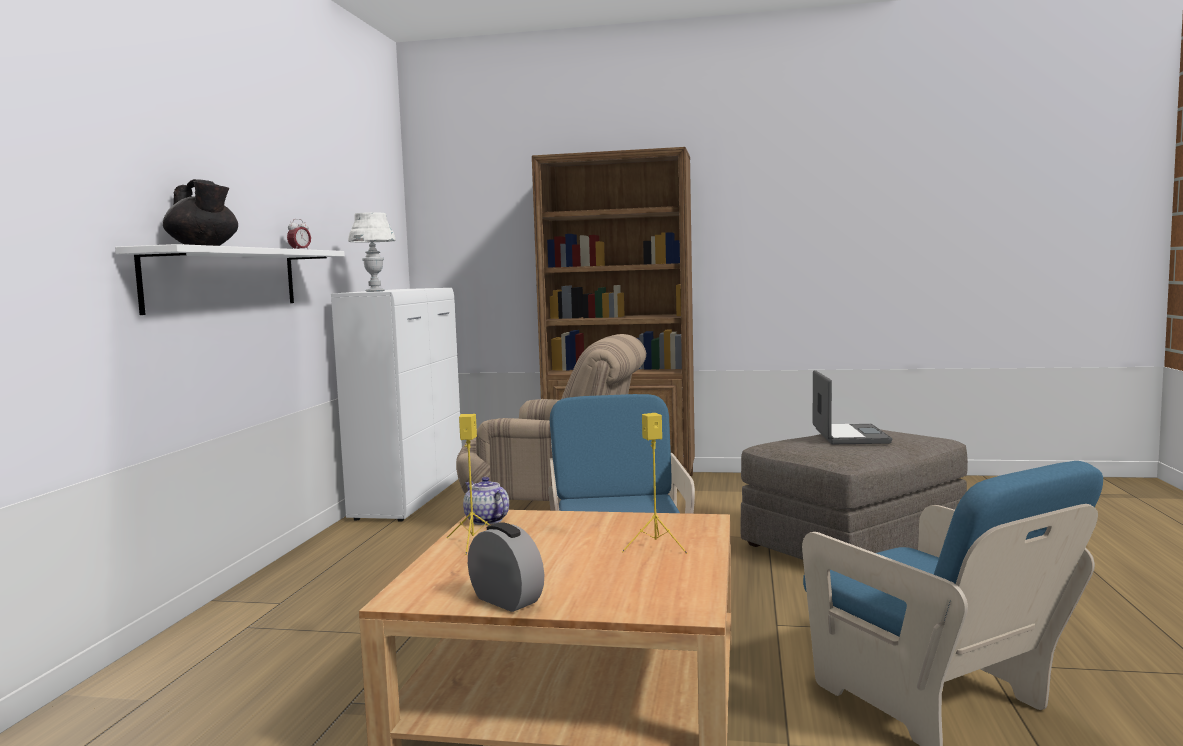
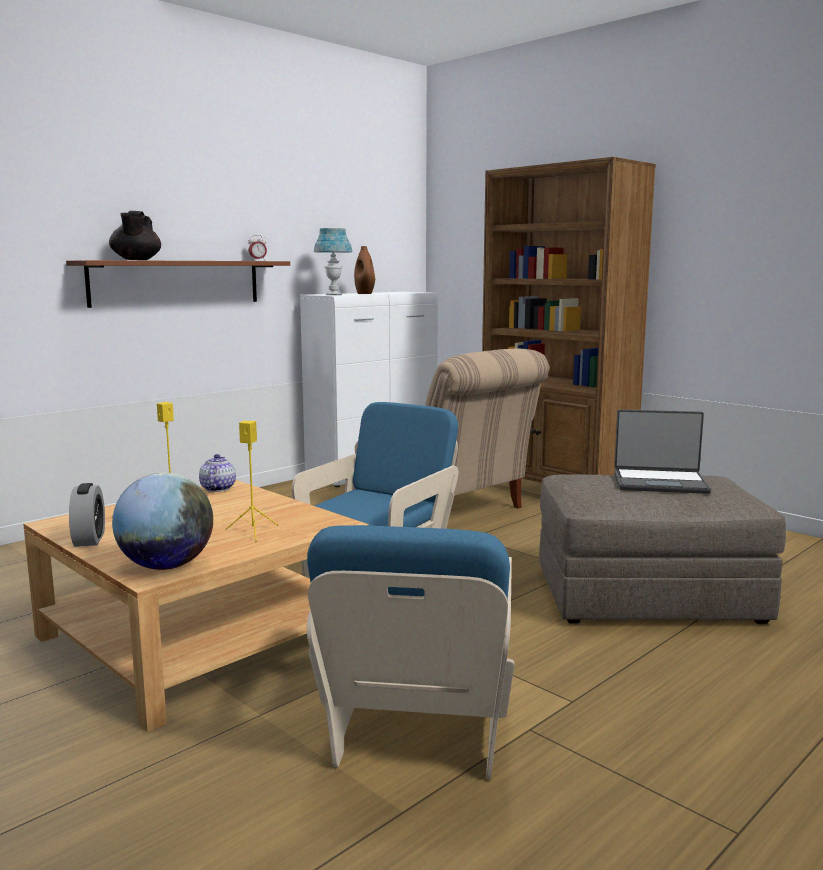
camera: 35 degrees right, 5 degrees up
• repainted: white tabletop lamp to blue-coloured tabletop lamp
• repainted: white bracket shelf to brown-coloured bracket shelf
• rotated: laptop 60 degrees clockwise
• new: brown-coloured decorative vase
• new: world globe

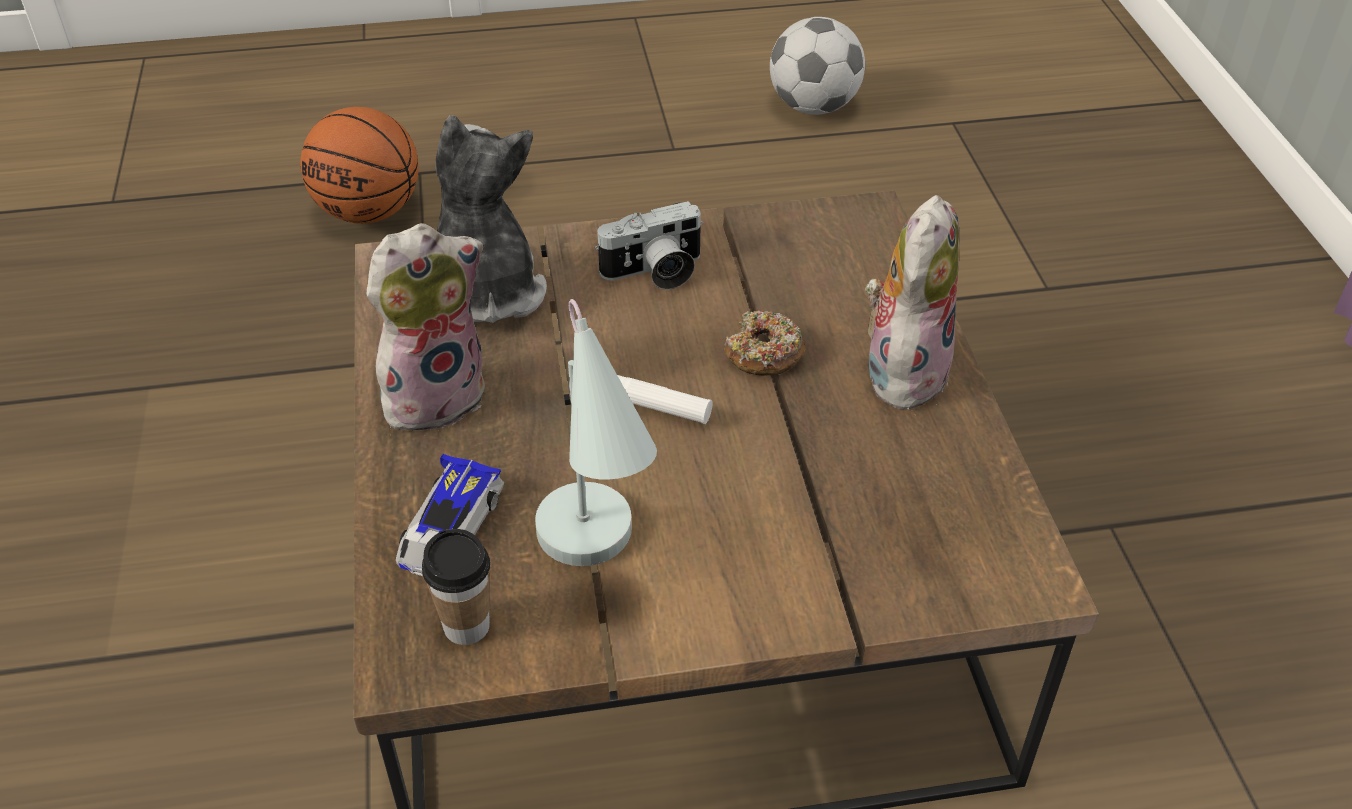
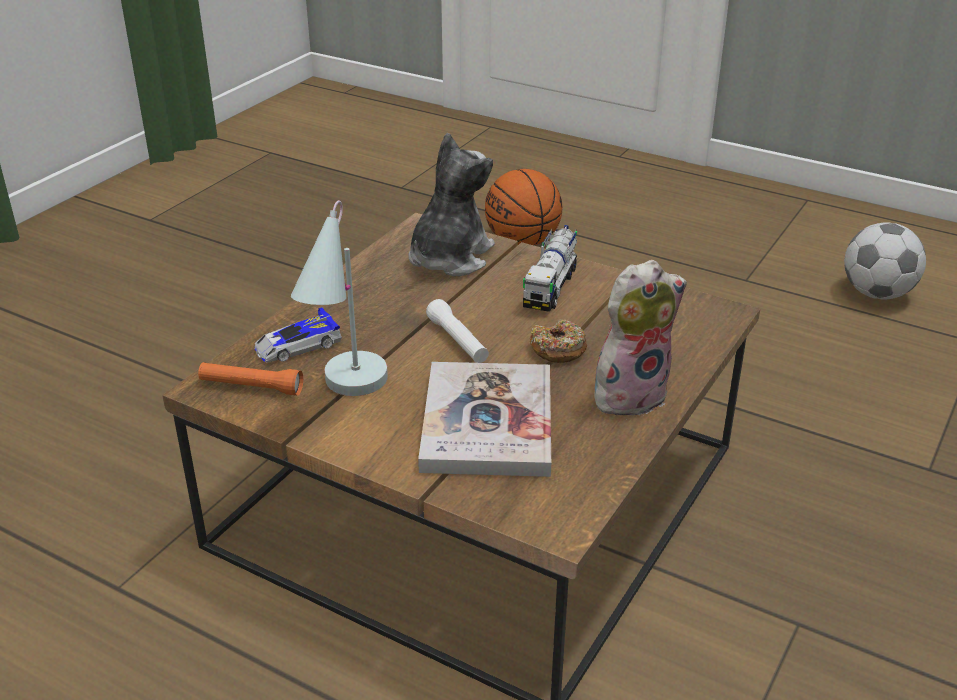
camera: 40 degrees right, 10 degrees down
• swapped: still camera to toy lorry
• gone: cuddly toy (no. 1 from left)
• swapped: drinking cup to orange hand torch
• new: volume

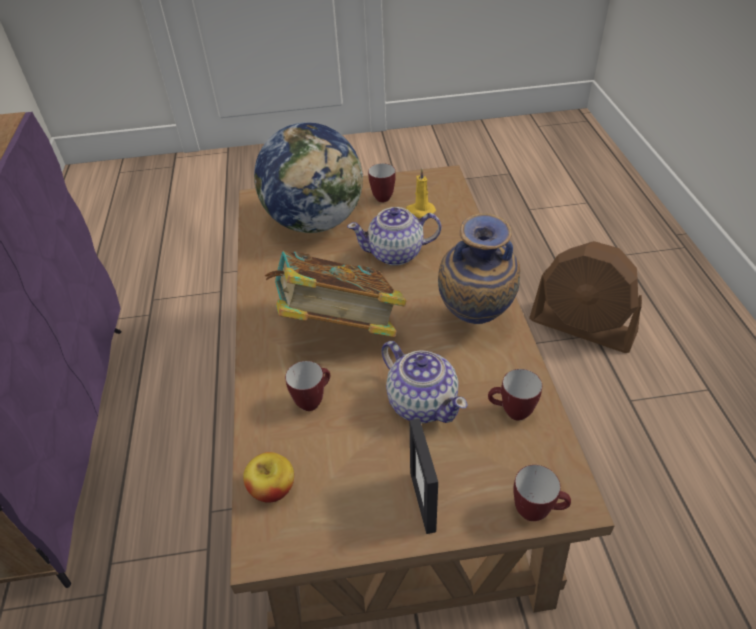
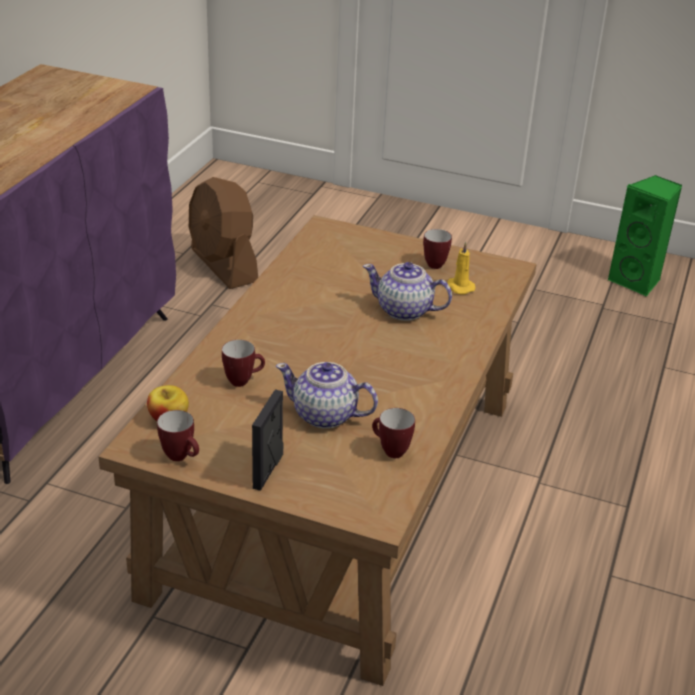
camera: 25 degrees right, 10 degrees down
• gone: world globe
• gone: decorative vase
• shifted: brown-coloured electric fan
• gone: volume
• rotated: teapot (no. 2 from left in the first image) 120 degrees clockwise
• shifted: mug (no. 4 from left in the first image) to mug (no. 1 from left)
• new: greenish audio speaker

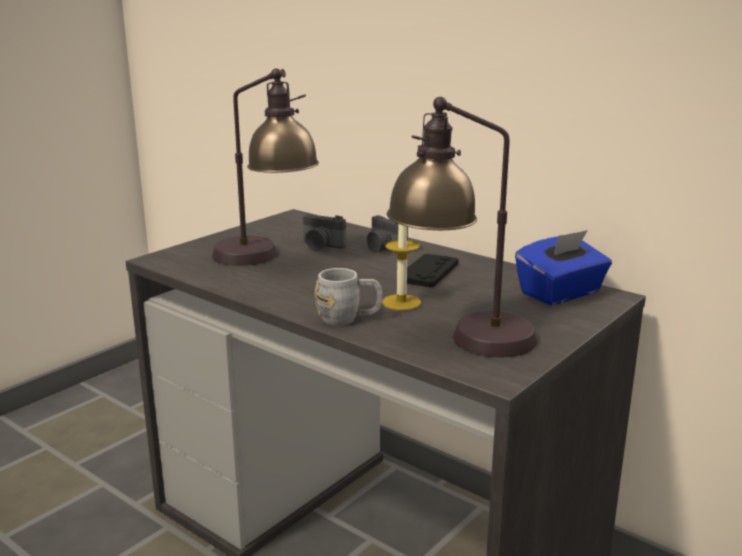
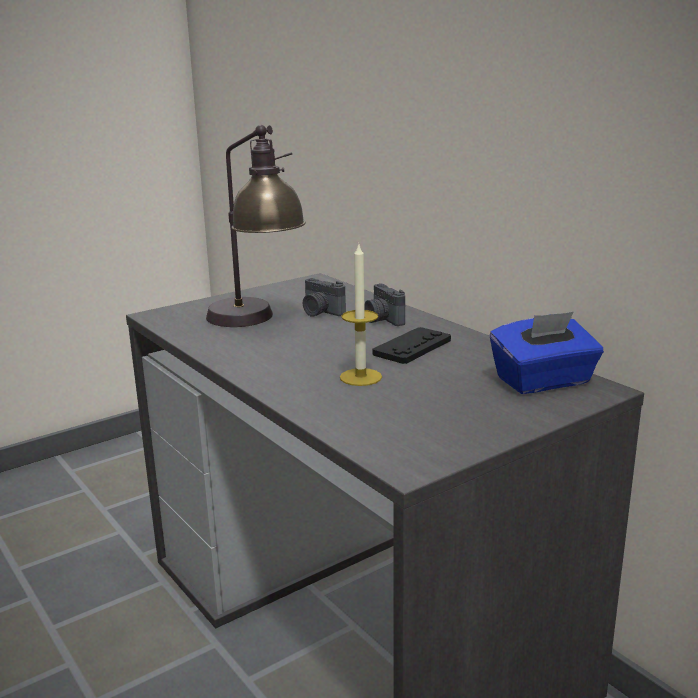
camera: 15 degrees right, 0 degrees up
• gone: tabletop lamp (no. 2 from left)
• gone: grey mug

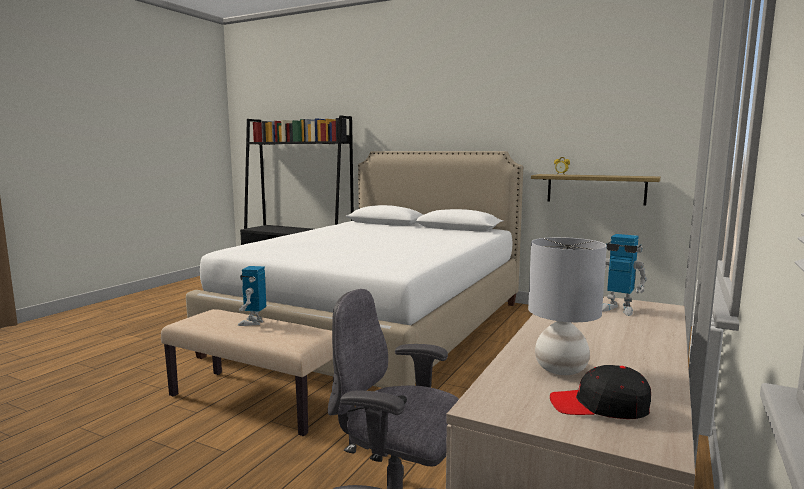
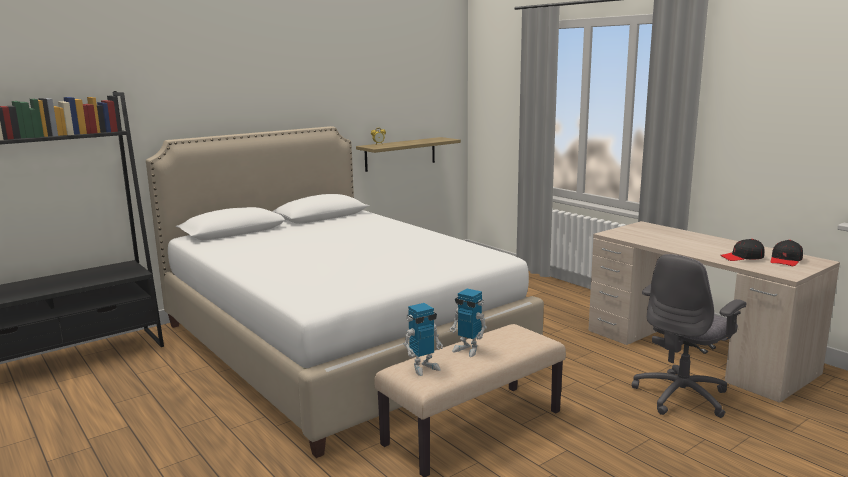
camera: 65 degrees left, 5 degrees up
• shifted: model robot (no. 2 from left in the first image) to model robot (no. 1 from left)
• swapped: grey tabletop lamp to black peaked cap (no. 1 from left)

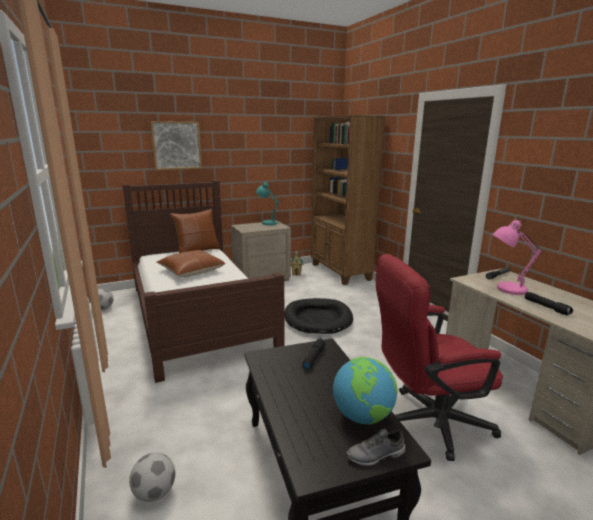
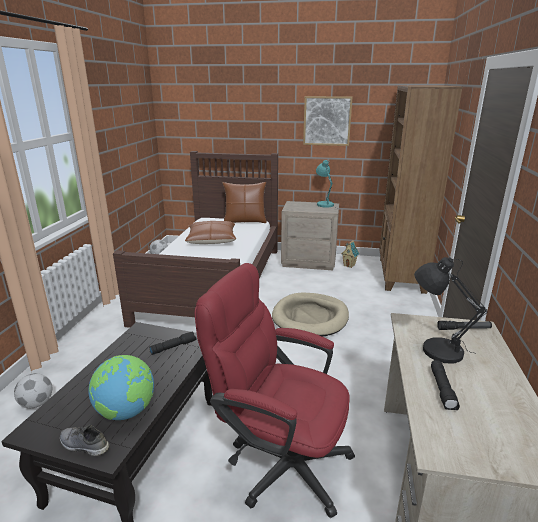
camera: 35 degrees right, 5 degrees up
• shifted: picture
• repainted: pink tabletop lamp to black tabletop lamp
• repainted: black dog bed to beige dog bed

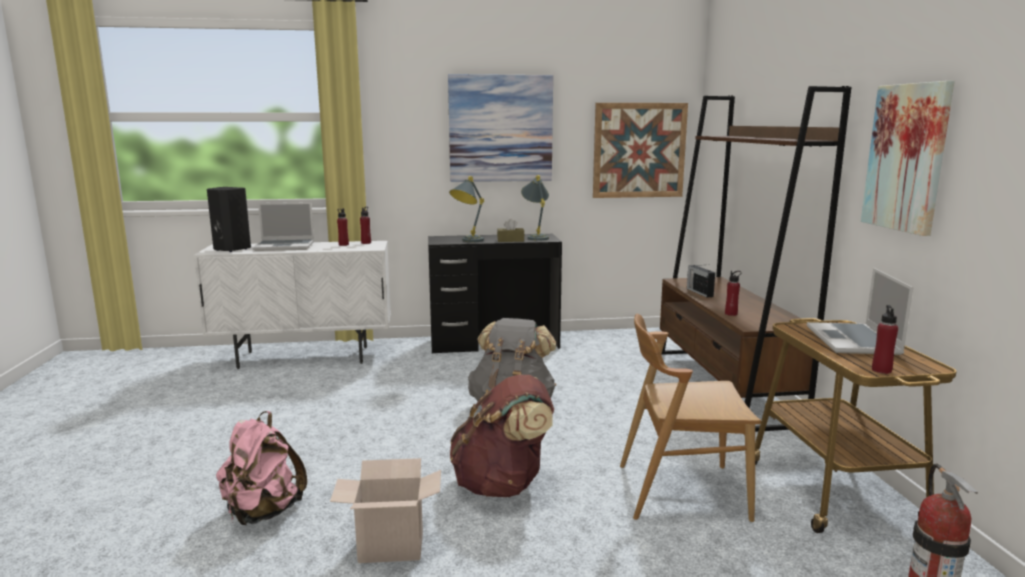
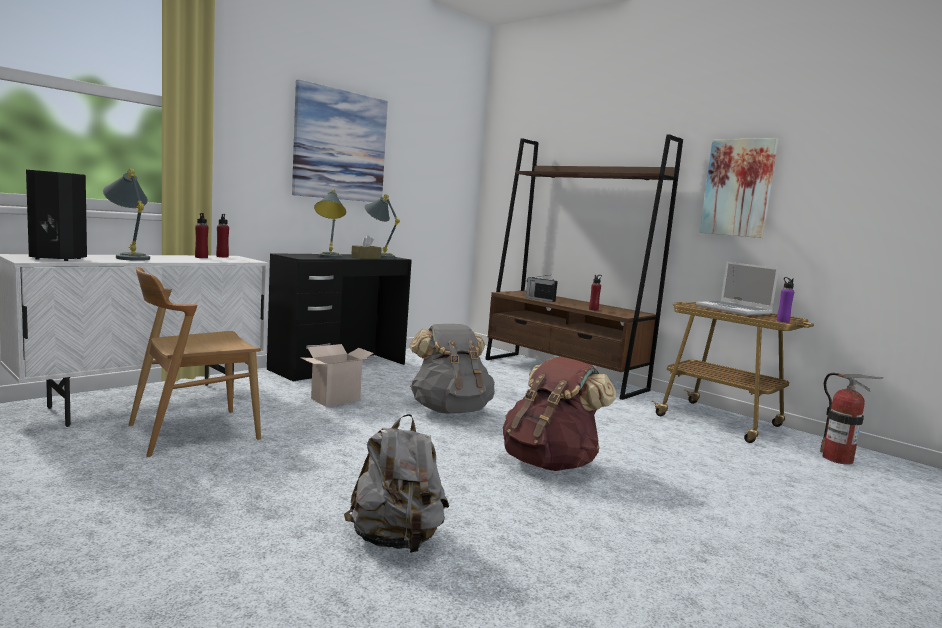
camera: 40 degrees left, 5 degrees down
• gone: picture (no. 2 from left)
• swapped: laptop (no. 1 from left) to grey tabletop lamp (no. 1 from left)
• repainted: red-coloured bottle (no. 4 from left) to purple bottle
• shifted: brown-coloured upright chair
• repainted: pink backpack to grey backpack (no. 1 from left)
• shifted: carton

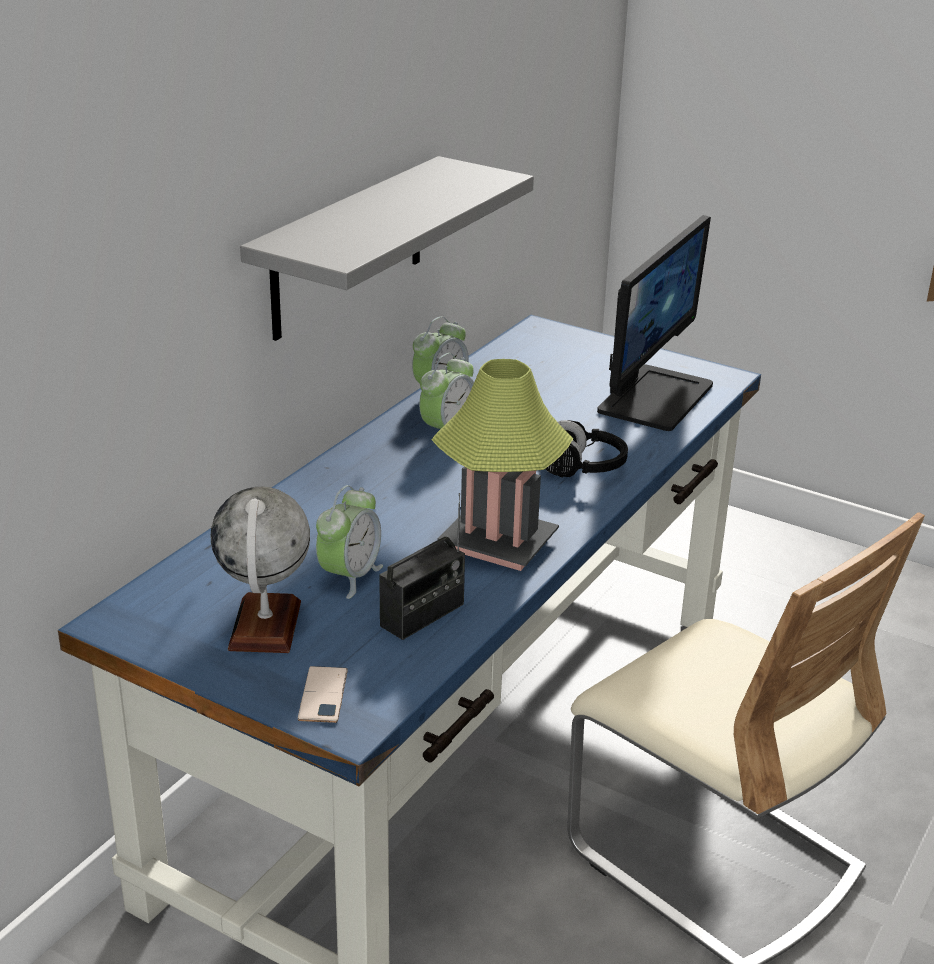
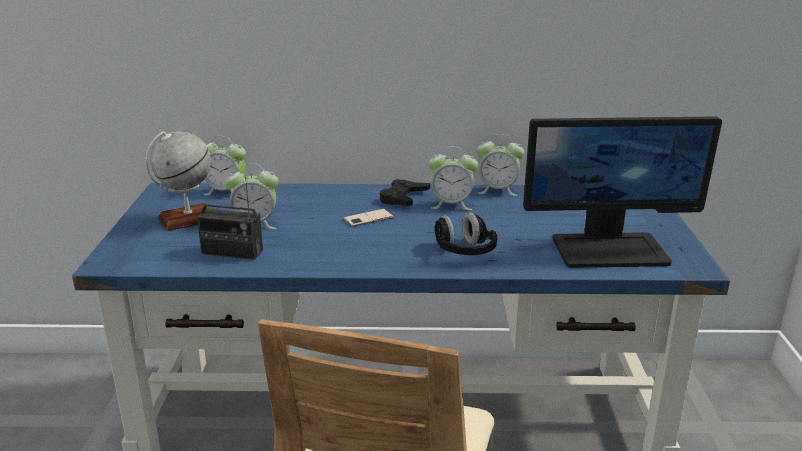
camera: 60 degrees right, 5 degrees down
• gone: grey bracket shelf
• gone: tabletop lamp
• shifted: phone
• new: bedside clock (no. 1 from left)
• new: black gamepad

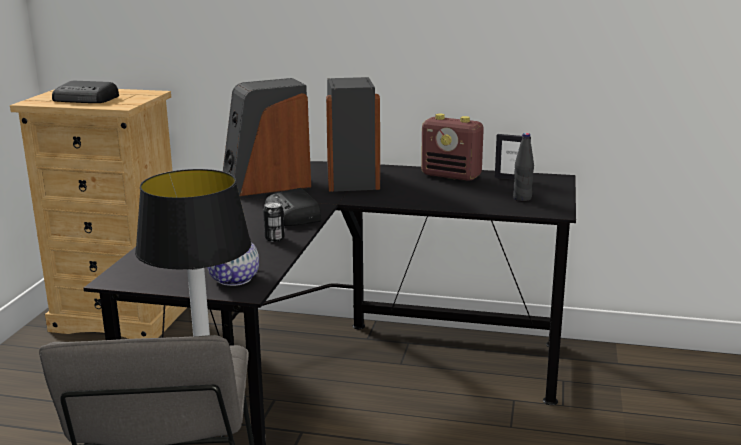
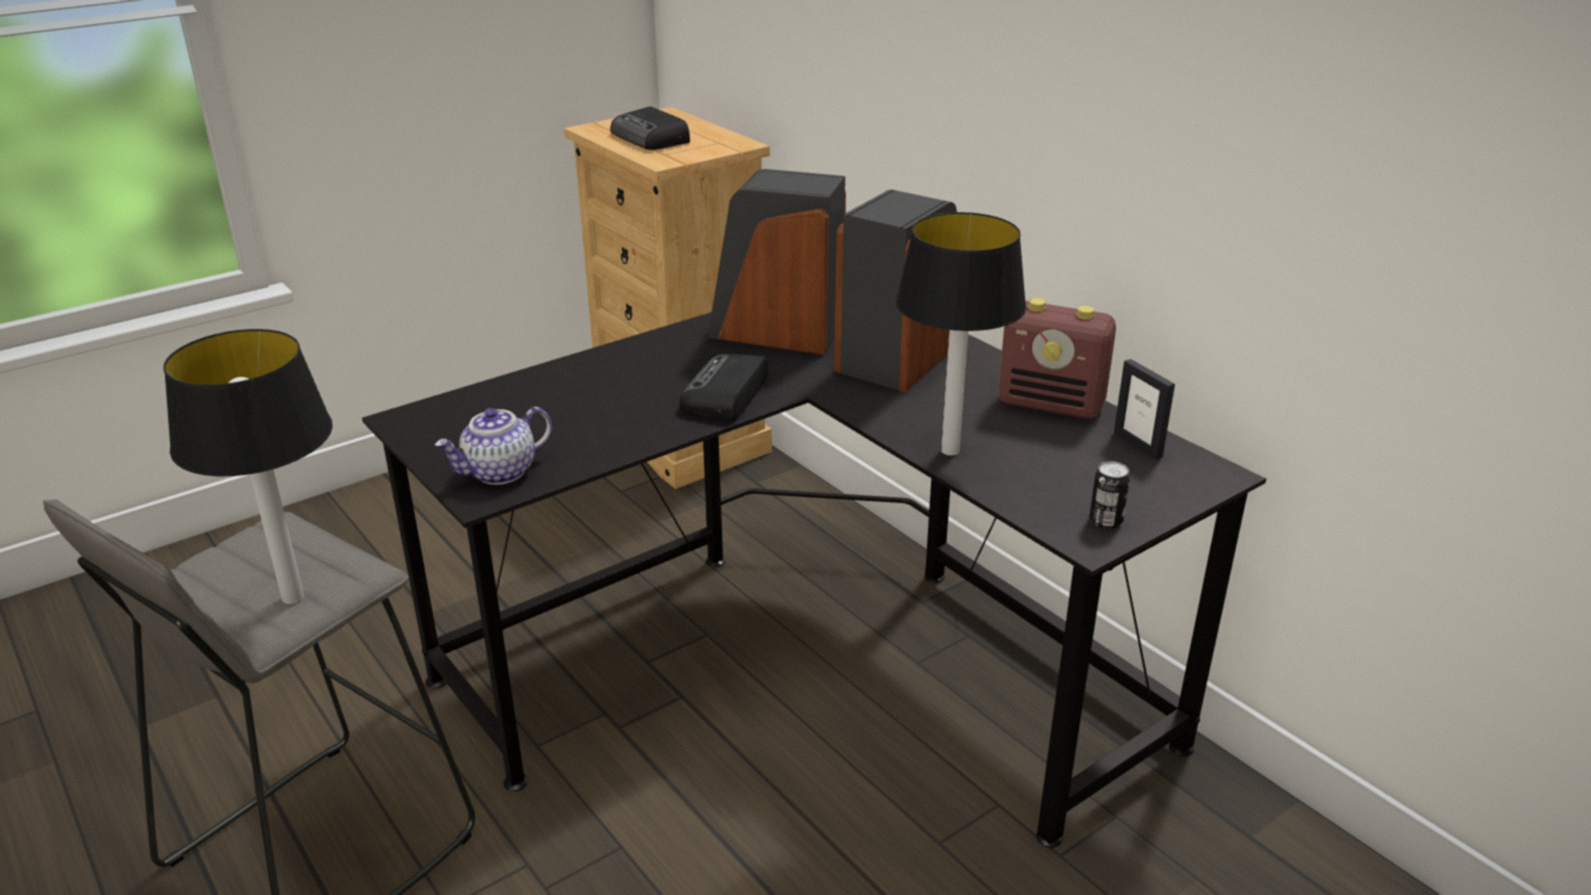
camera: 40 degrees right, 10 degrees up
• rotated: radio receiver (no. 3 from left) 45 degrees counterclockwise
• gone: black bottle
• shifted: can
• new: tabletop lamp (no. 2 from left)

